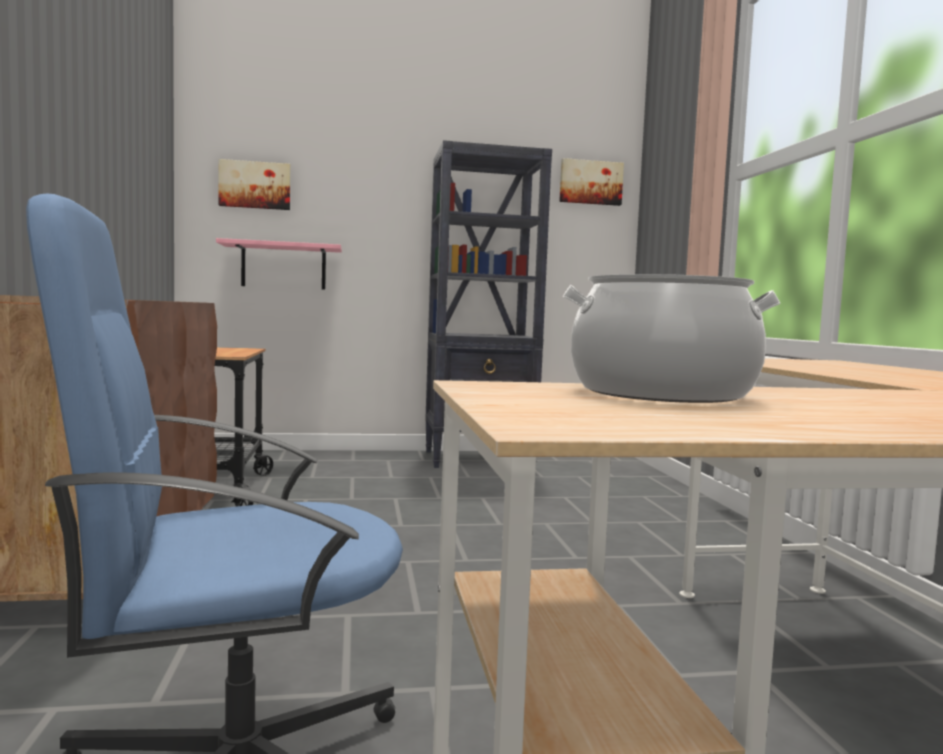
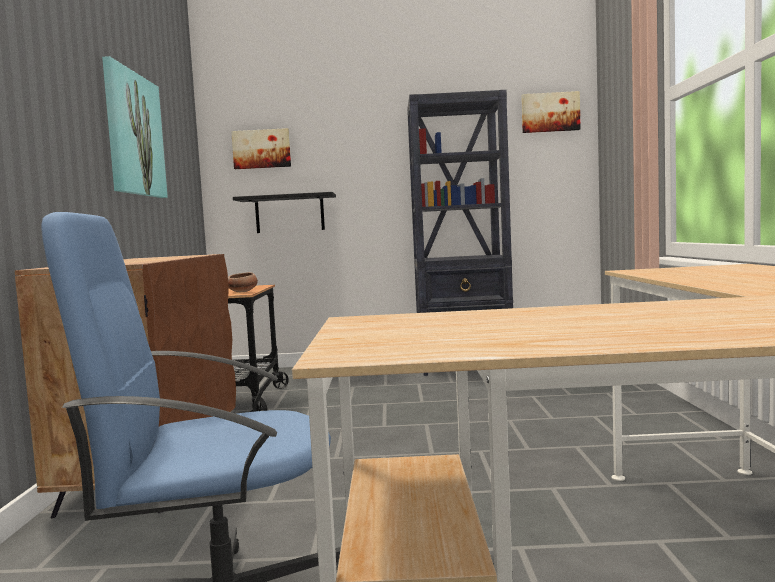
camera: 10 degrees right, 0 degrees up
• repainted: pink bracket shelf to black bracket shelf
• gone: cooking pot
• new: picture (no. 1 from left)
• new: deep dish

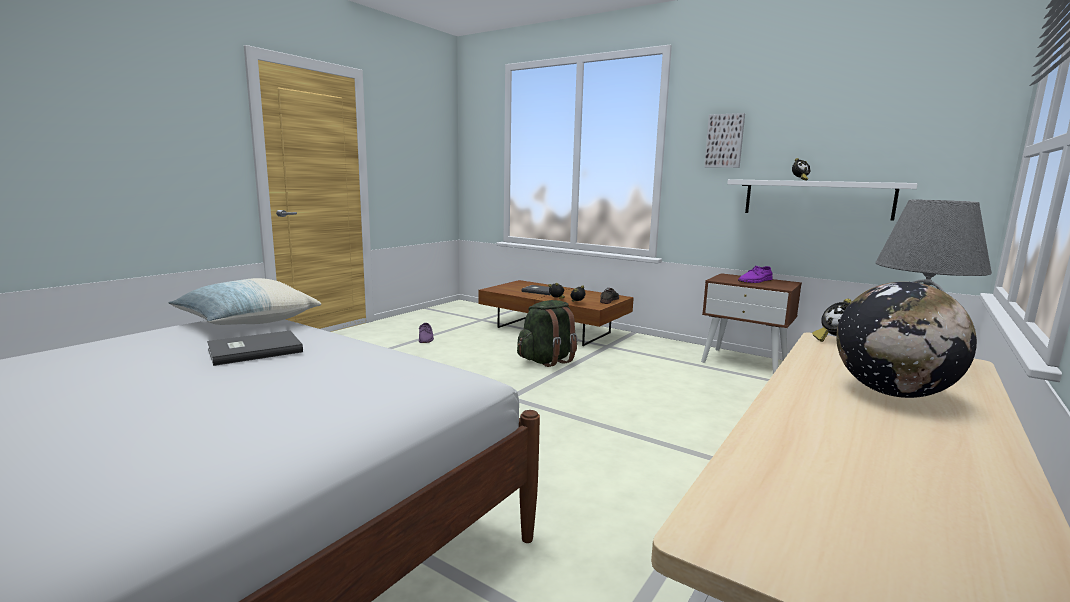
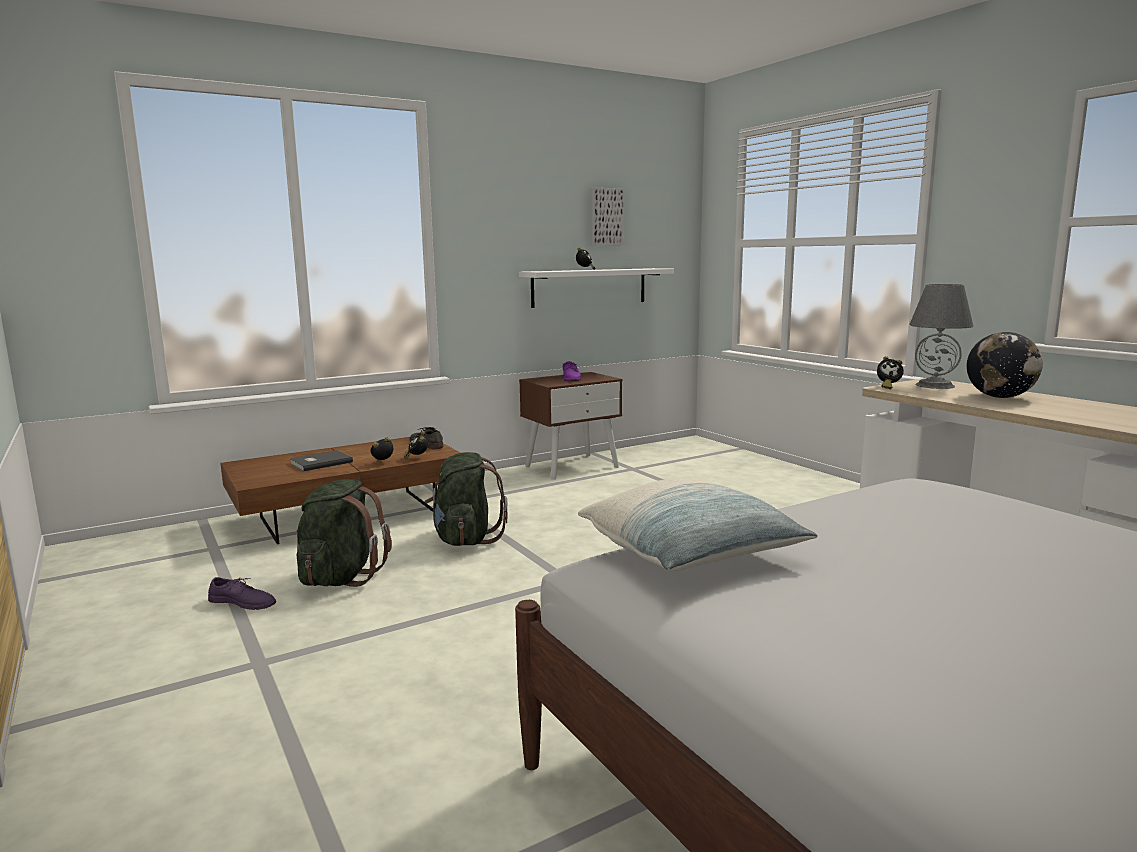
camera: 65 degrees left, 0 degrees up
• shifted: picture
• gone: grey volume (no. 1 from left)
• new: greenish backpack (no. 1 from left)

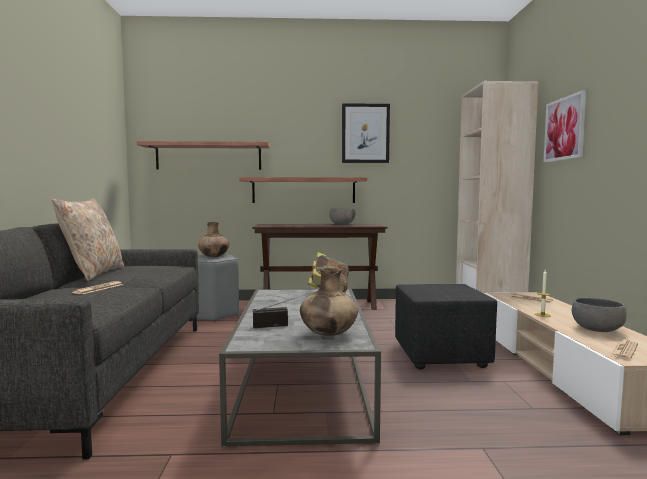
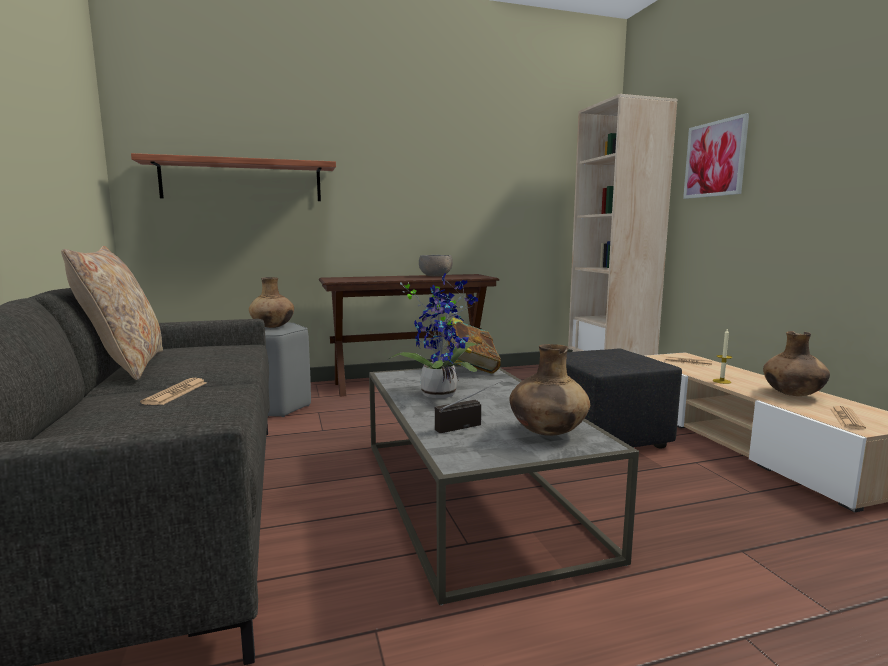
camera: 15 degrees left, 5 degrees up
• gone: picture (no. 1 from left)
• gone: bracket shelf (no. 2 from left)
• swapped: grey deep dish (no. 2 from left) to brown-coloured decorative vase (no. 3 from left)
• new: houseplant

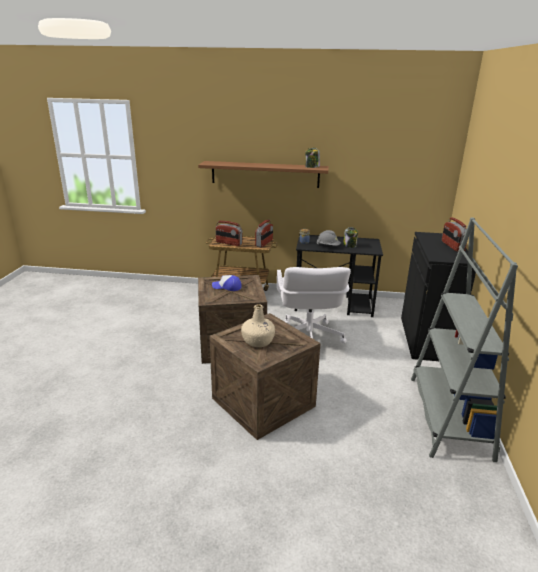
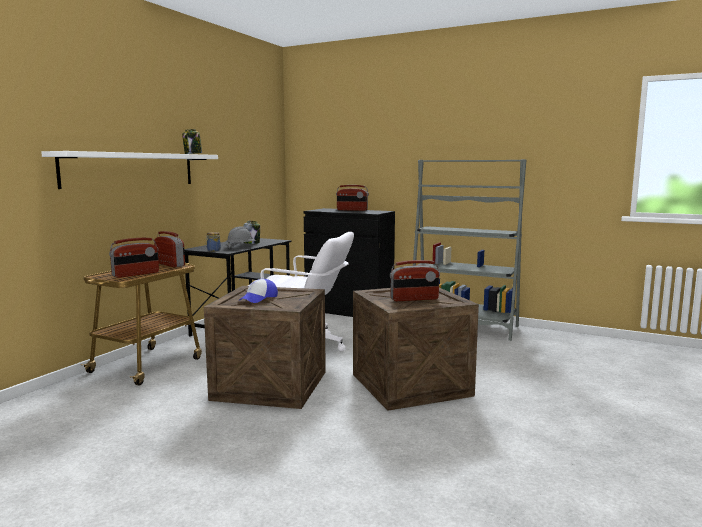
camera: 70 degrees left, 15 degrees down
• repainted: brown-coloured bracket shelf to white bracket shelf
• swapped: beige bottle to radio receiver (no. 4 from left)

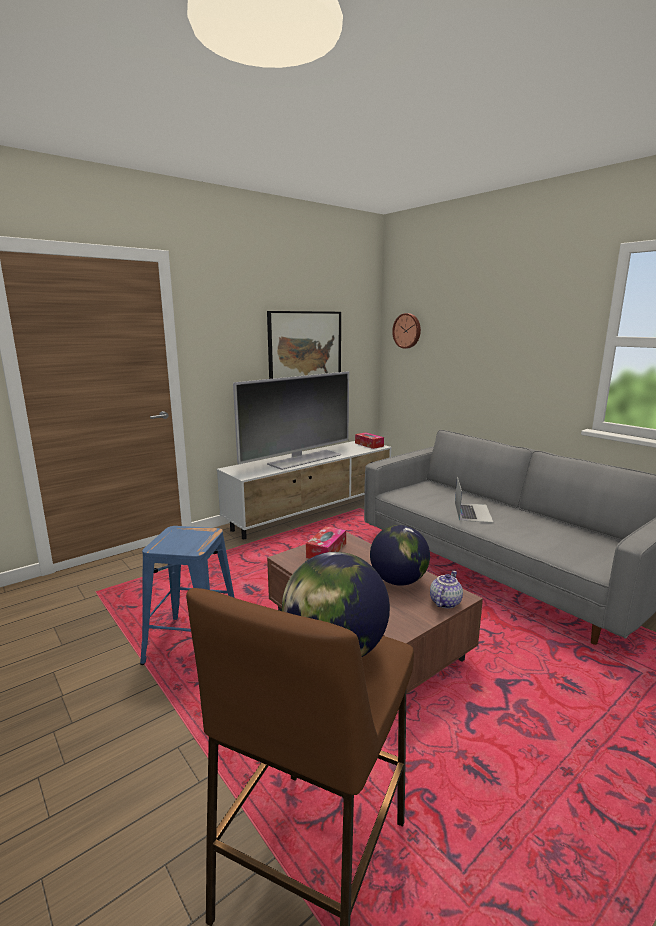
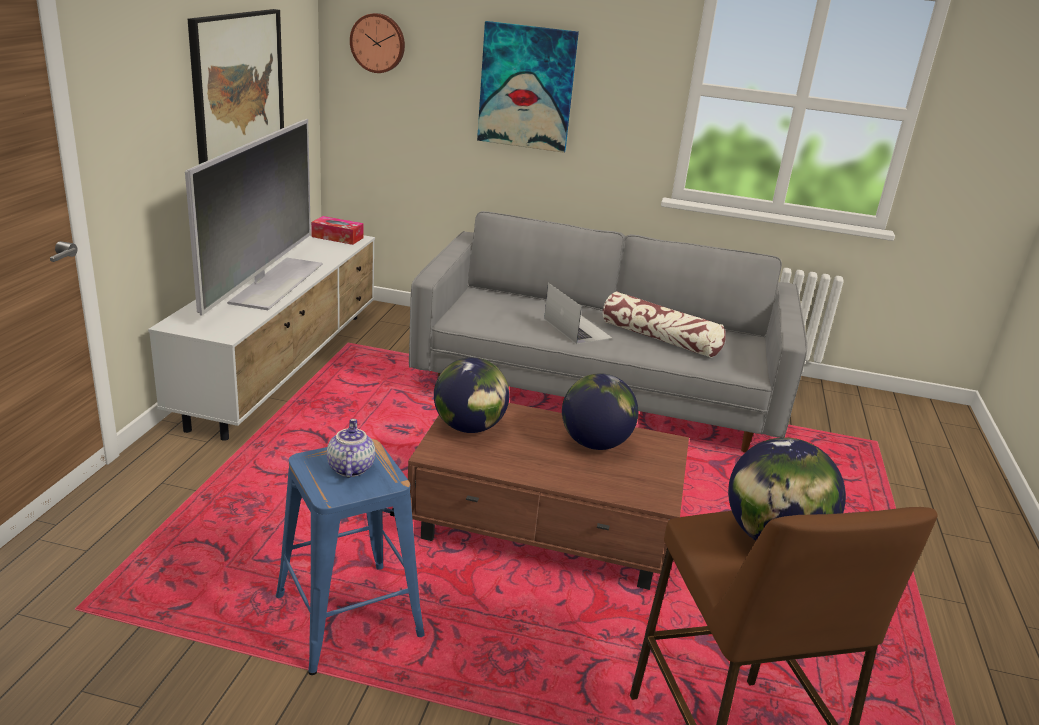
camera: 40 degrees left, 10 degrees up
• swapped: box of tissues (no. 1 from left) to world globe (no. 1 from left)
• shifted: teapot
• new: picture (no. 2 from left)
• new: pillow

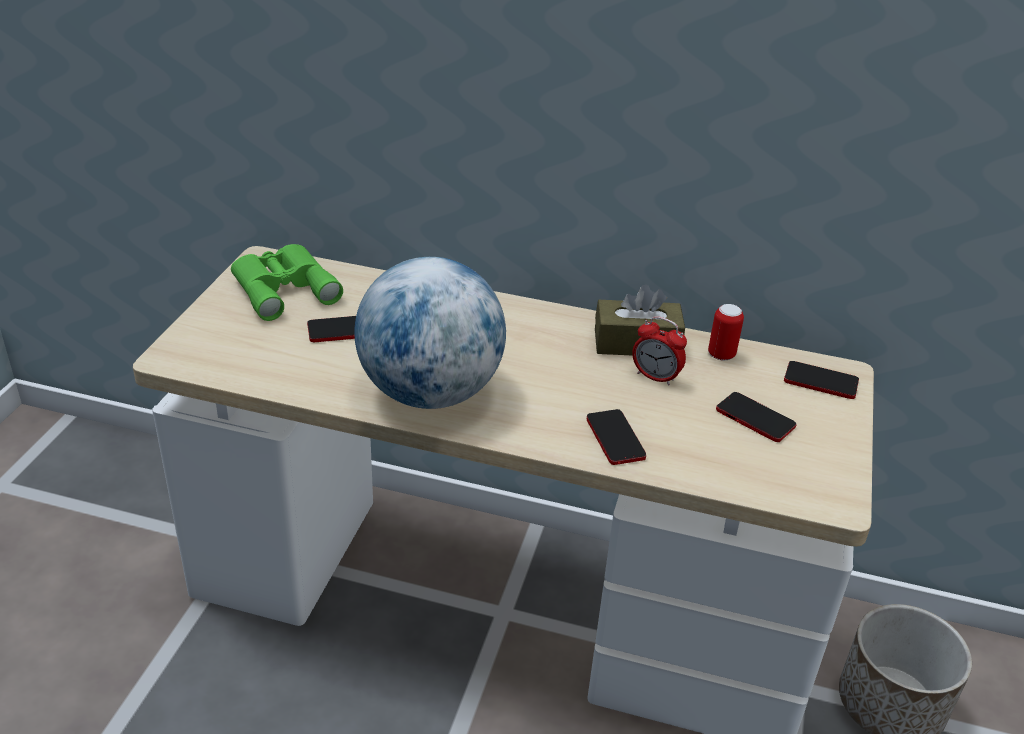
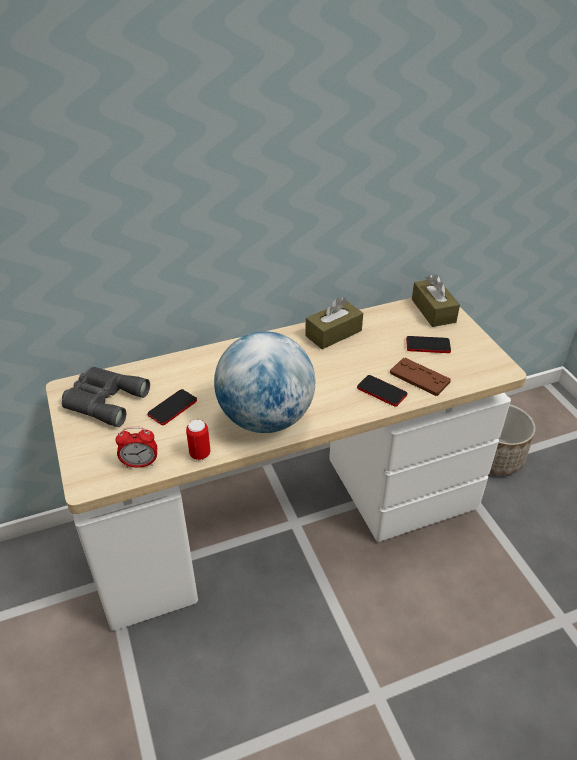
camera: 35 degrees left, 5 degrees up
• repainted: greenish binoculars to grey binoculars
• shifted: can
• shifted: bedside clock
• swapped: phone (no. 4 from left) to brown-coloured box of tissues (no. 2 from left)
• new: brown-coloured gamepad

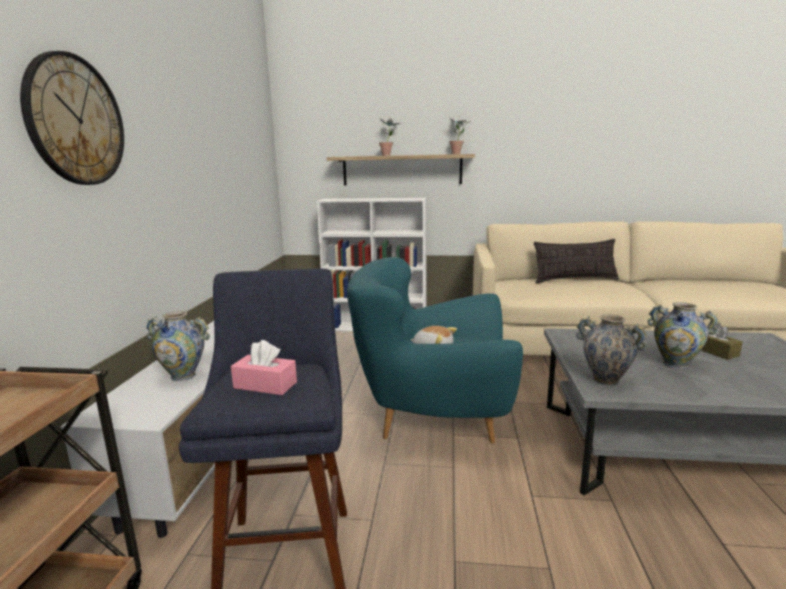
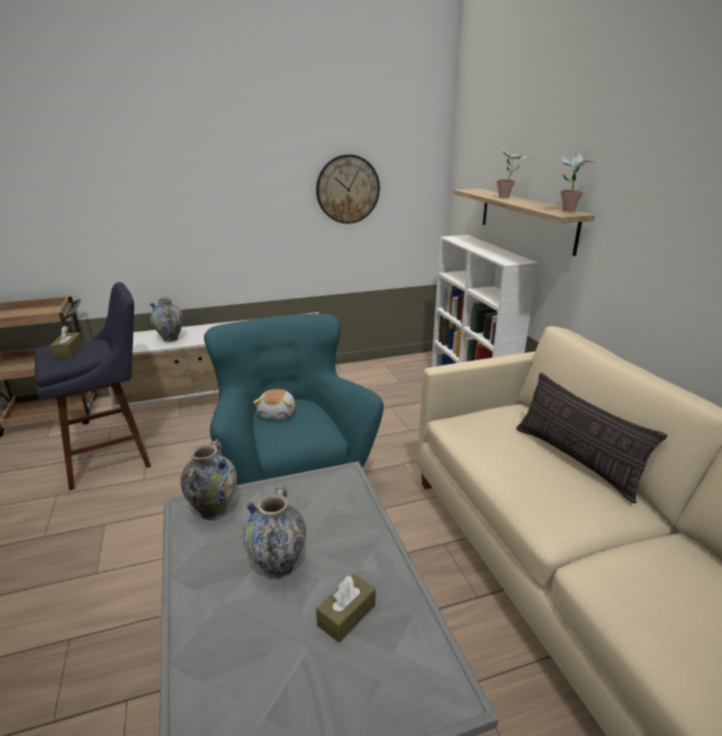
camera: 65 degrees right, 10 degrees up
• shifted: clock on the wall
• repainted: pink box of tissues to brown-coloured box of tissues (no. 1 from left)

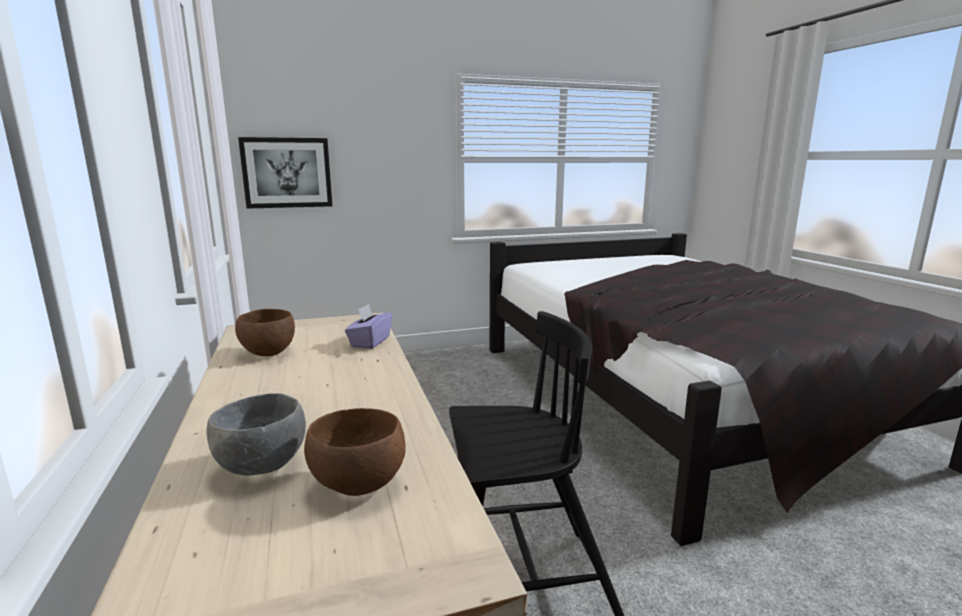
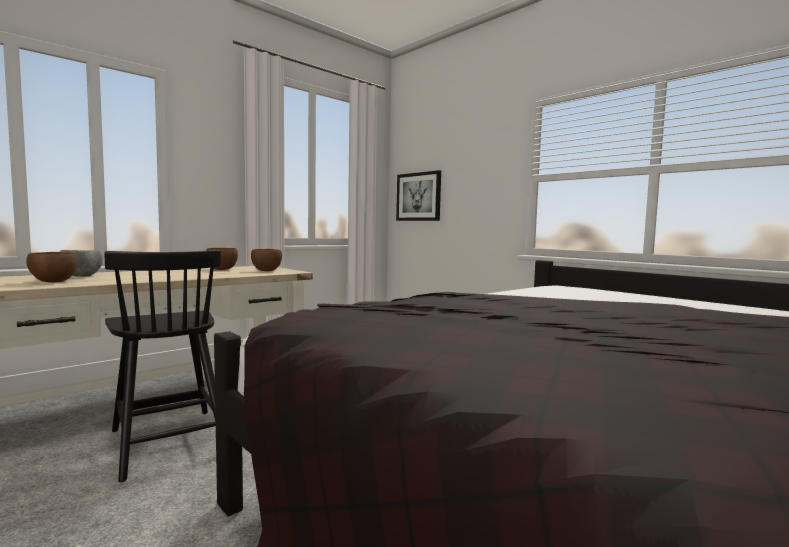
camera: 65 degrees right, 10 degrees down
• gone: purple box of tissues
• new: brown-coloured deep dish (no. 3 from left)

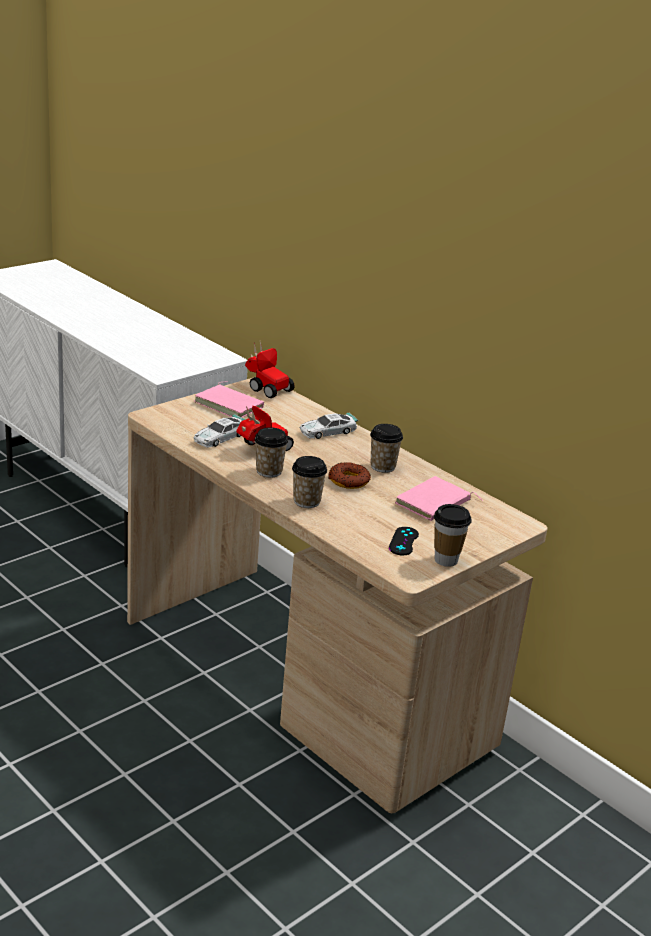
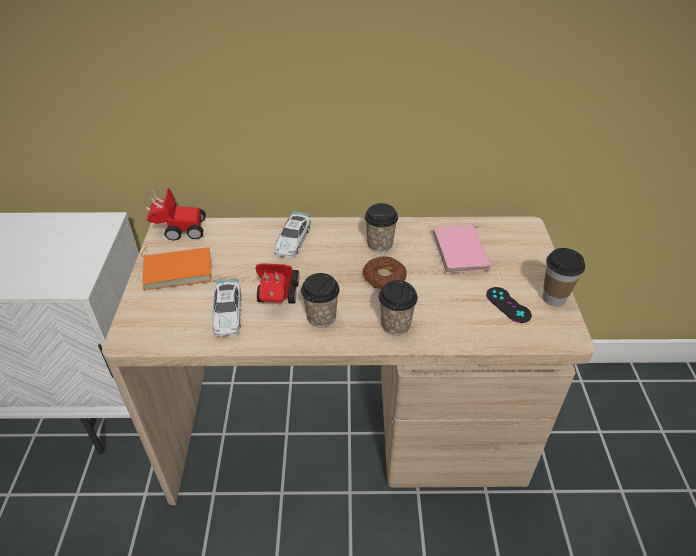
camera: 45 degrees left, 15 degrees up
• repainted: pink volume (no. 1 from left) to orange volume

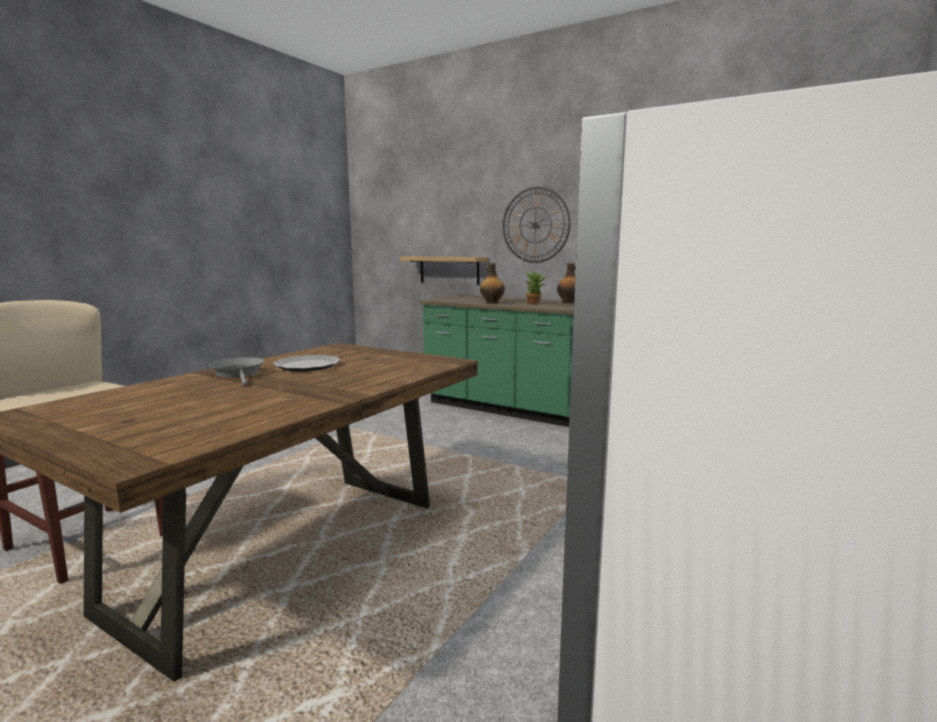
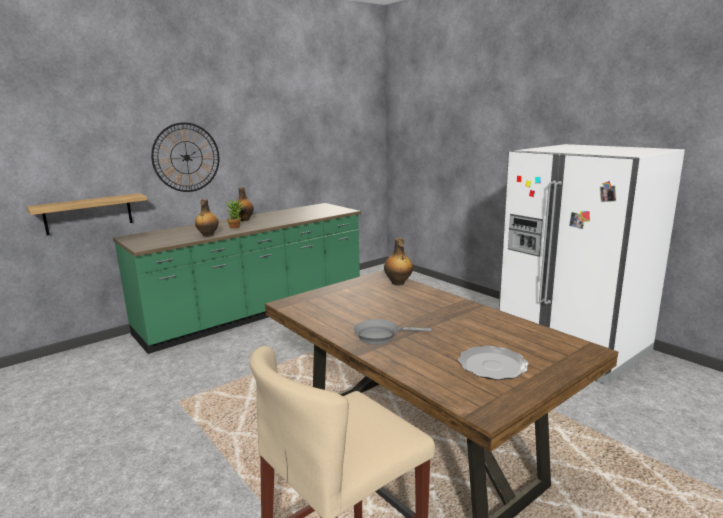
camera: 70 degrees left, 5 degrees up
• shifted: plate
• new: bottle (no. 3 from left)

